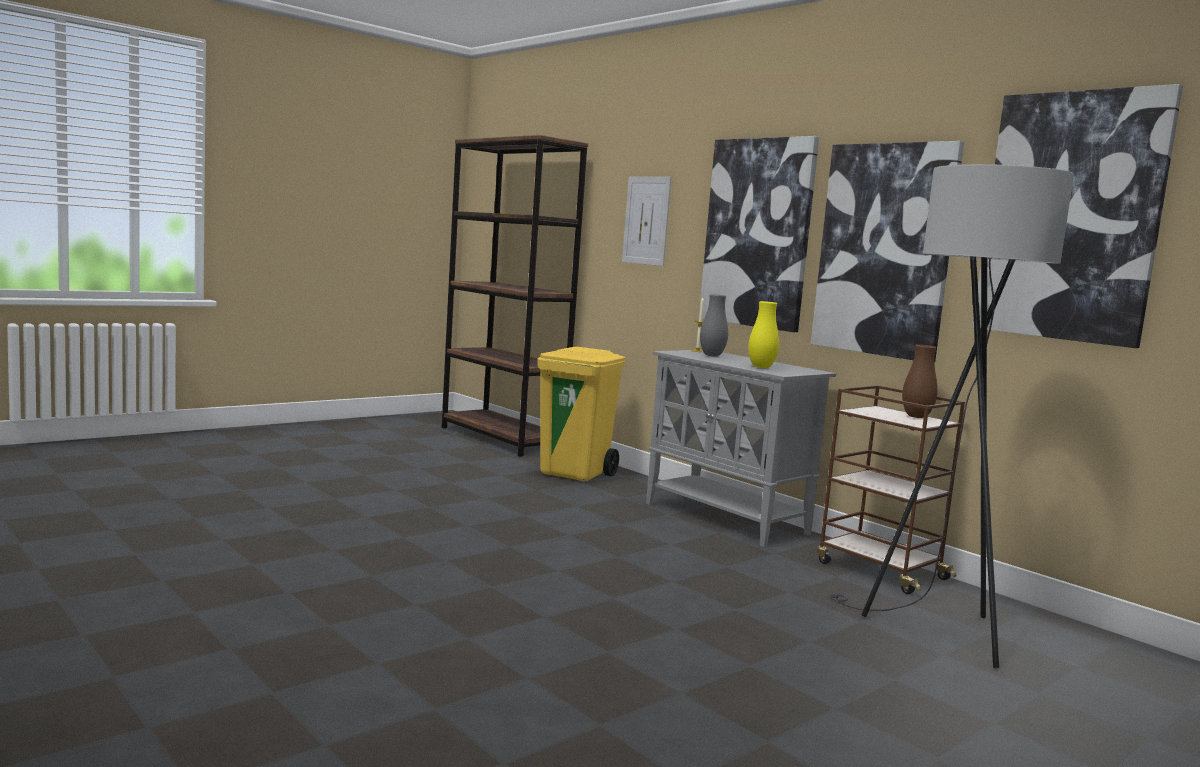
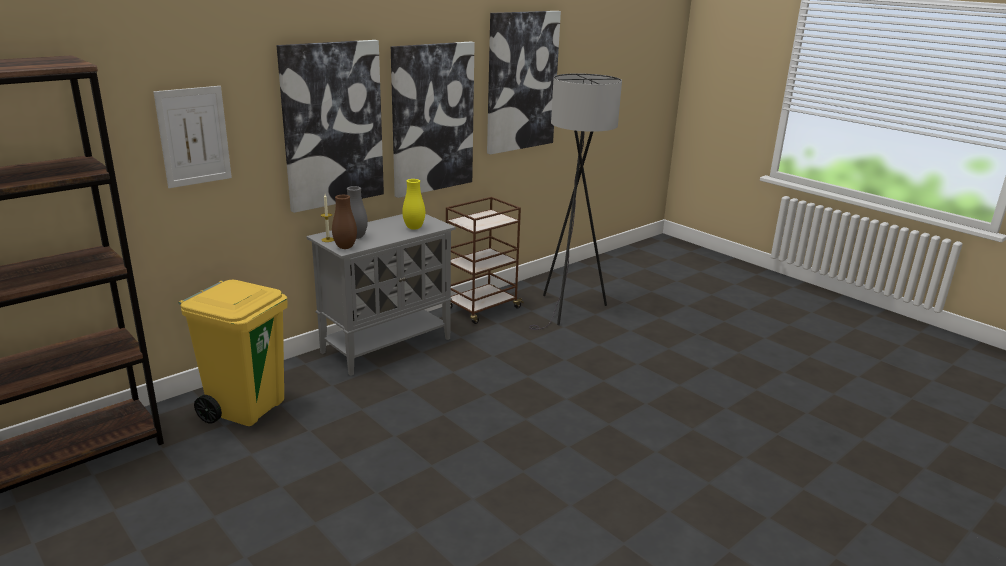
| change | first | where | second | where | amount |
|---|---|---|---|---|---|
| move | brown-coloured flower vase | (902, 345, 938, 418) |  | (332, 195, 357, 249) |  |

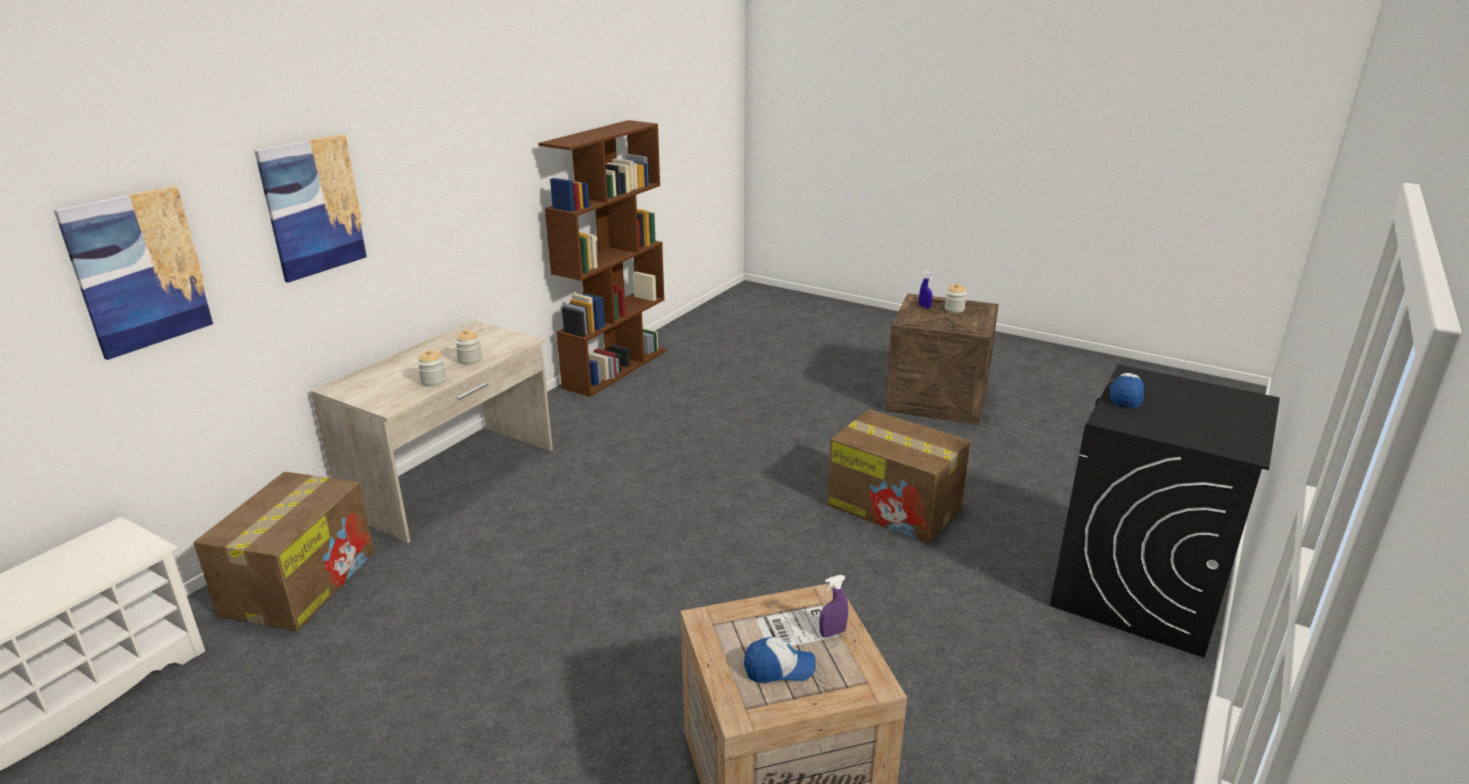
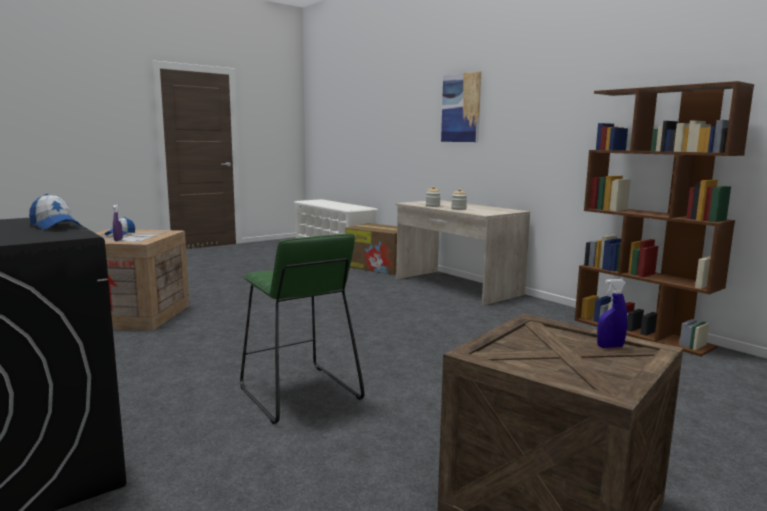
| change | first | where | second | where | amount |
|---|---|---|---|---|---|
| delete | wall art | (54, 185, 215, 360) |  |  |  |
| delete | preserve jar | (945, 283, 967, 313) |  |  |  |
| replace | cardboard box | (827, 409, 970, 544) | greenish sitting stool | (240, 234, 365, 424) |  |

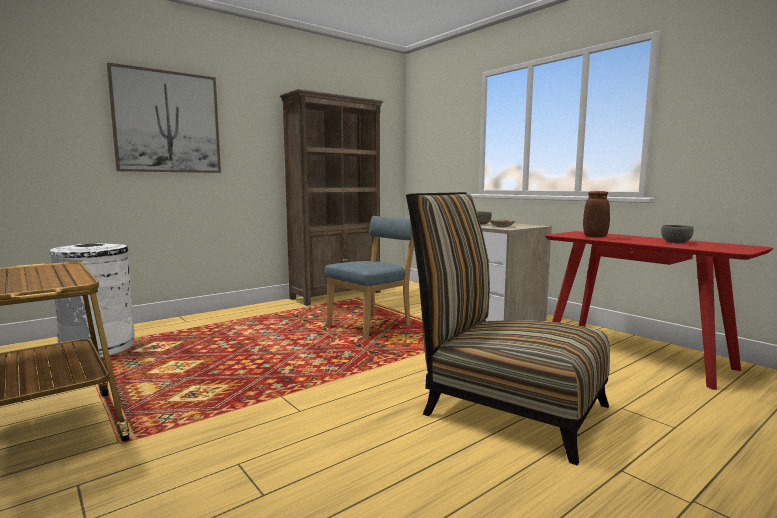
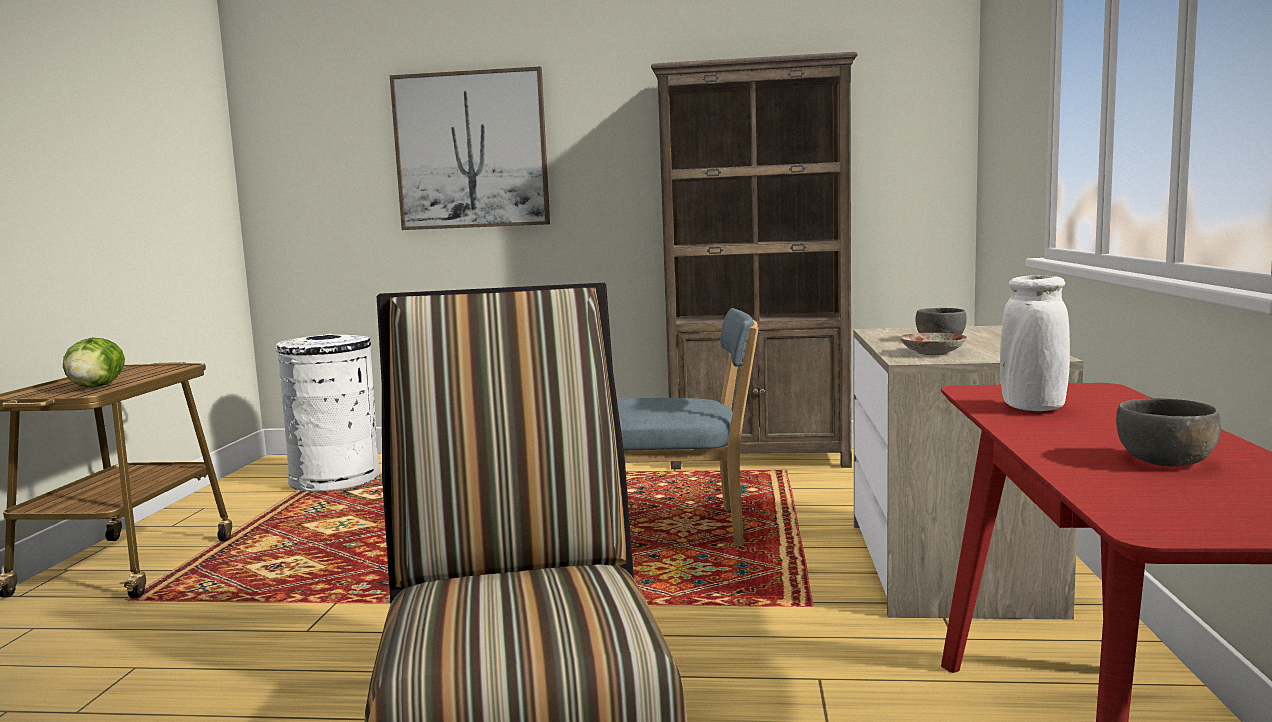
| change | first | where | second | where | amount |
|---|---|---|---|---|---|
| insert |  |  | lettuce | (63, 337, 125, 387) |  |
| recolor | brown-coloured flower vase | (583, 191, 610, 237) | whitish flower vase | (1000, 275, 1070, 411) |  |

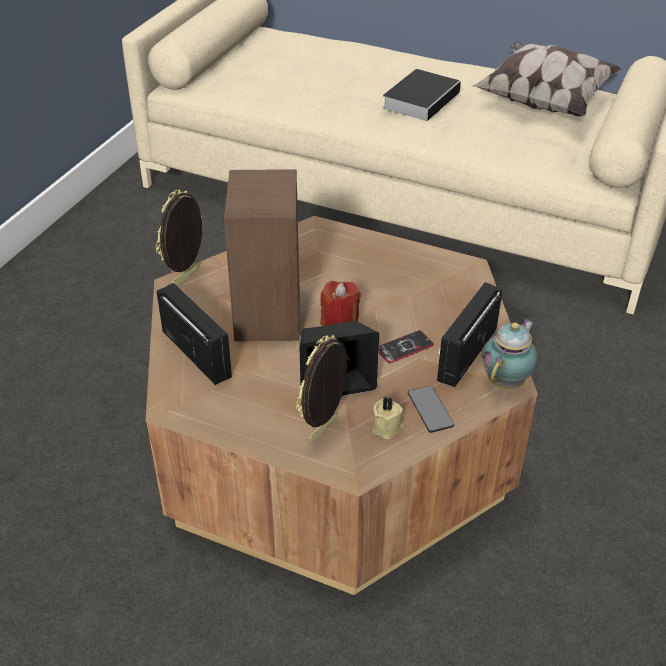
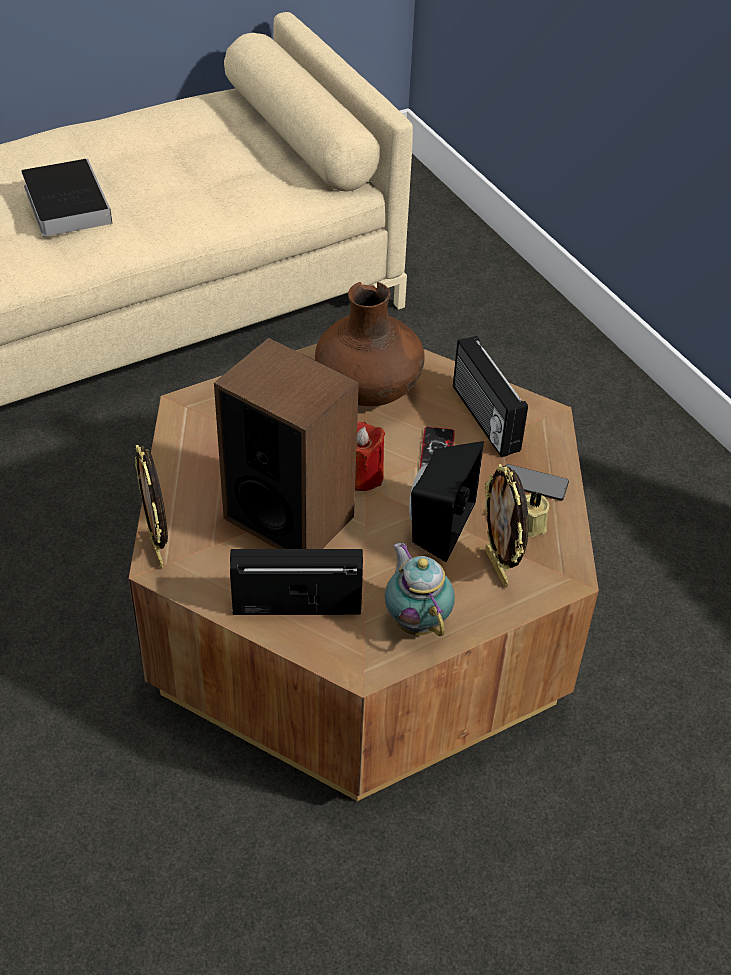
| change | first | where | second | where | amount |
|---|---|---|---|---|---|
| delete | pillow | (473, 42, 622, 116) |  |  |  |
| insert |  |  | brown-coloured flower vase | (315, 282, 425, 406) |  |
| move | tea pot | (481, 318, 538, 389) |  | (385, 543, 455, 636) |  |

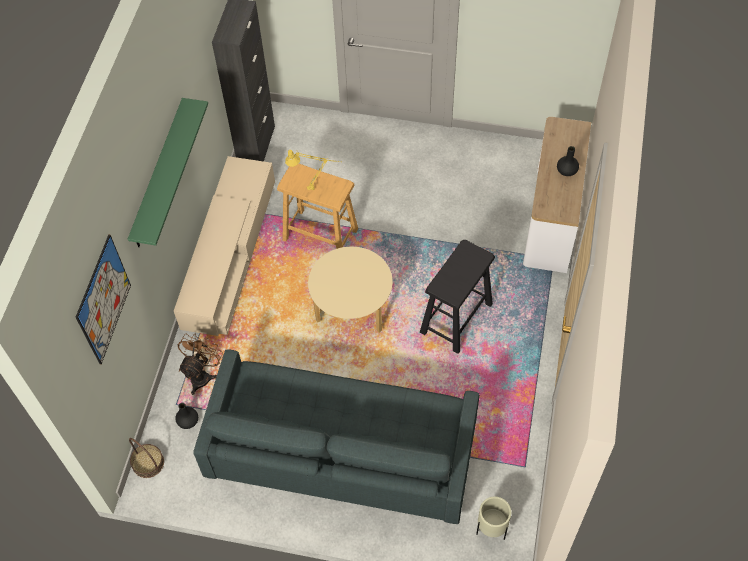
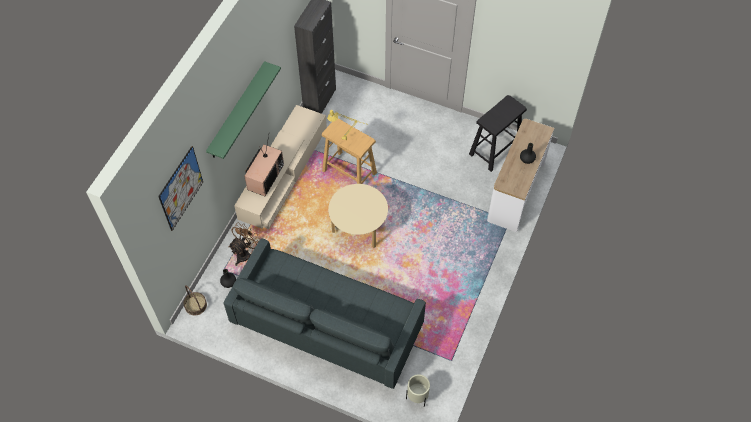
| change | first | where | second | where | amount |
|---|---|---|---|---|---|
| insert |  |  | TV | (244, 135, 284, 196) |  |
| move | black sitting stool | (420, 240, 495, 354) |  | (469, 95, 527, 172) |  |

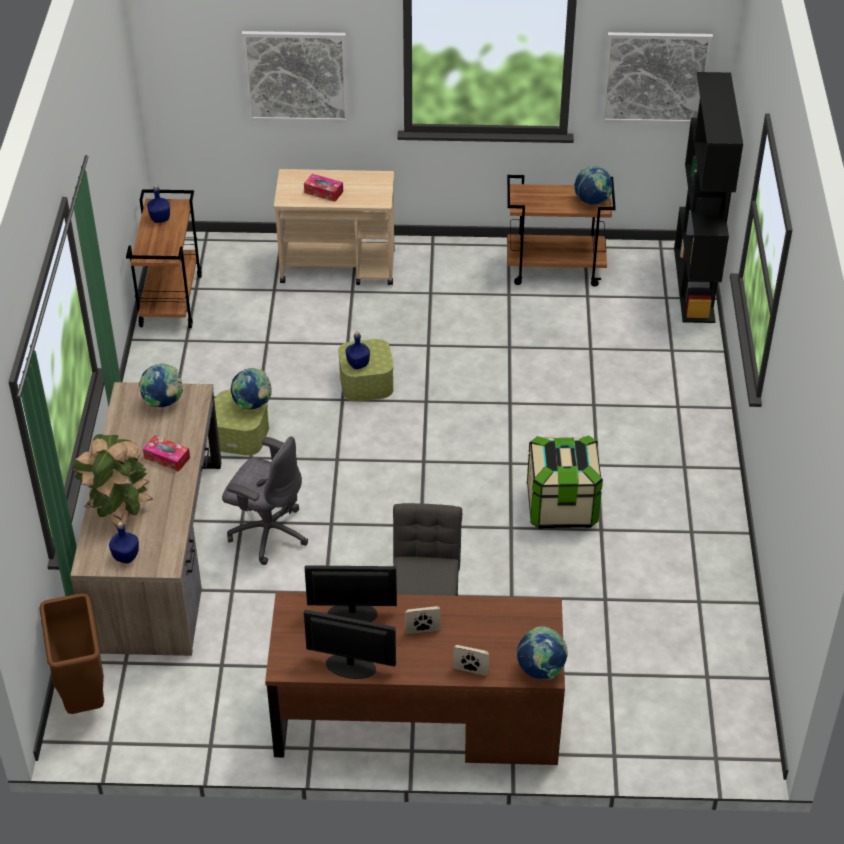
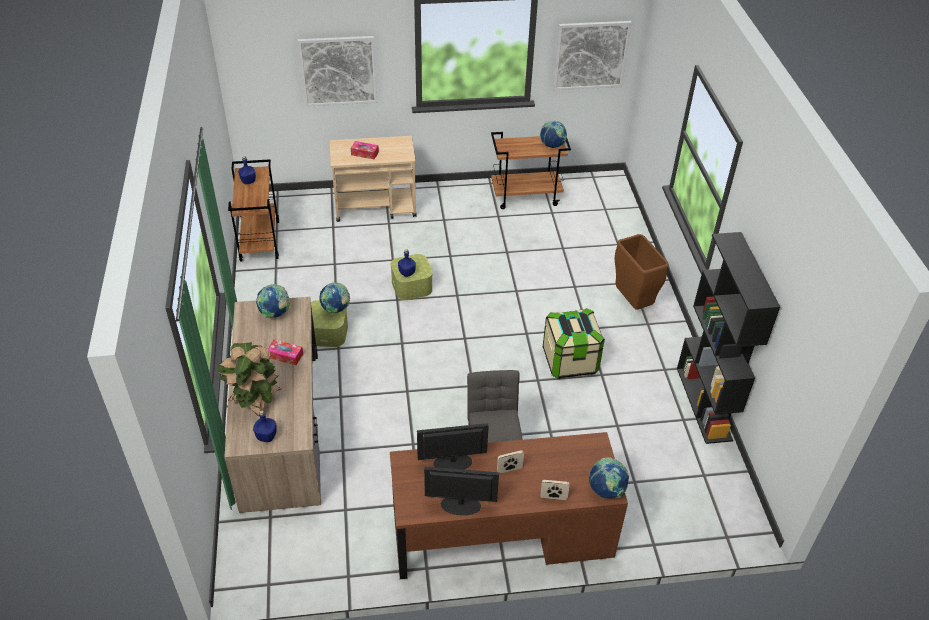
| change | first | where | second | where | amount |
|---|---|---|---|---|---|
| delete | gray computer chair | (222, 436, 308, 565) |  |  |  |
| move | brown-coloured waste bin | (39, 593, 104, 714) |  | (614, 234, 669, 310) |  |
| move | black shelving unit | (674, 72, 743, 323) |  | (677, 232, 780, 444) |  |

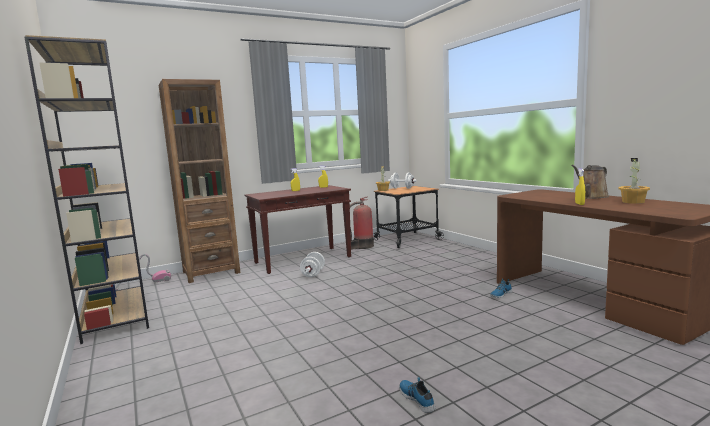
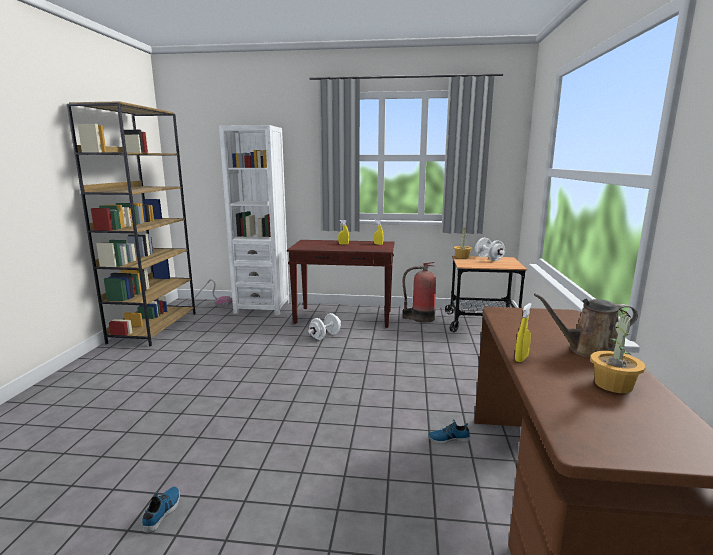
| change | first | where | second | where | amount |
|---|---|---|---|---|---|
| recolor | brown-coloured shelving unit | (159, 79, 240, 283) | whitish shelving unit | (219, 125, 289, 315) |  |

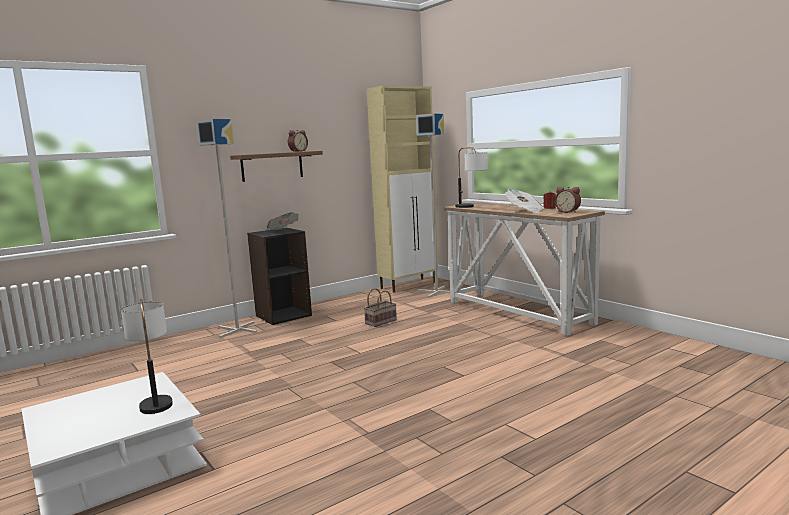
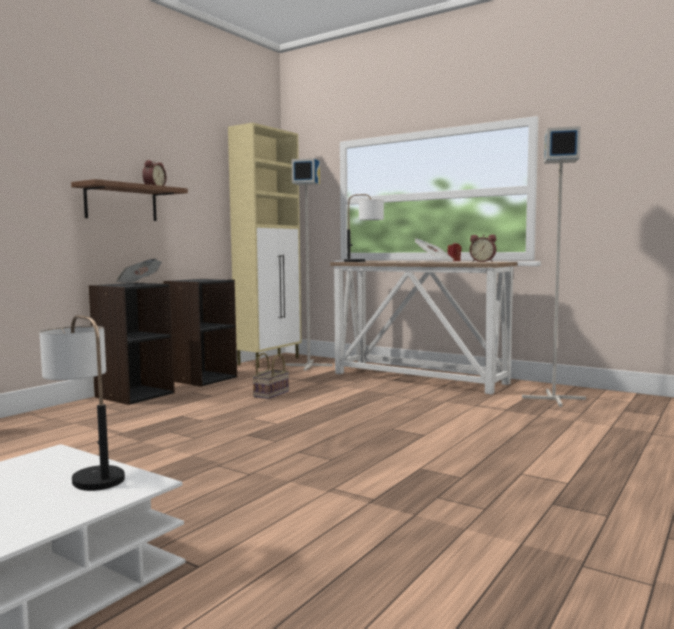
| change | first | where | second | where | amount |
|---|---|---|---|---|---|
| insert |  |  | black shelving unit | (163, 279, 237, 387) |  |
| move | gray standing lamp | (196, 119, 257, 338) |  | (522, 126, 586, 407) |  |

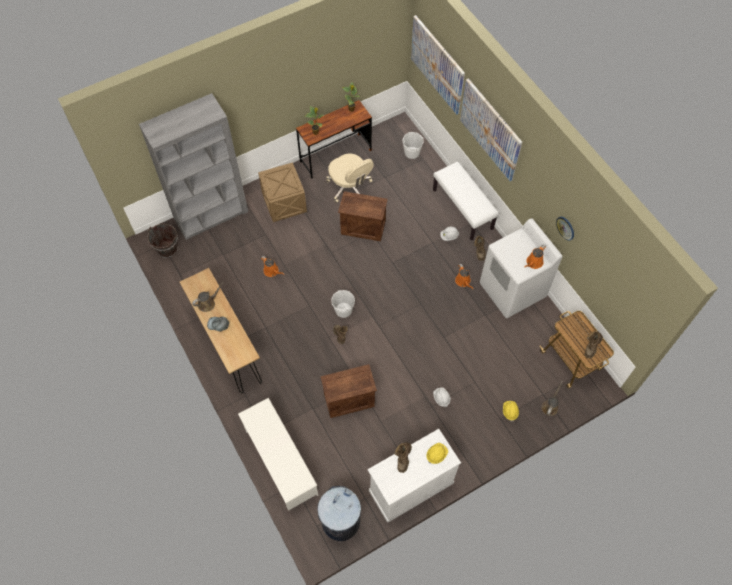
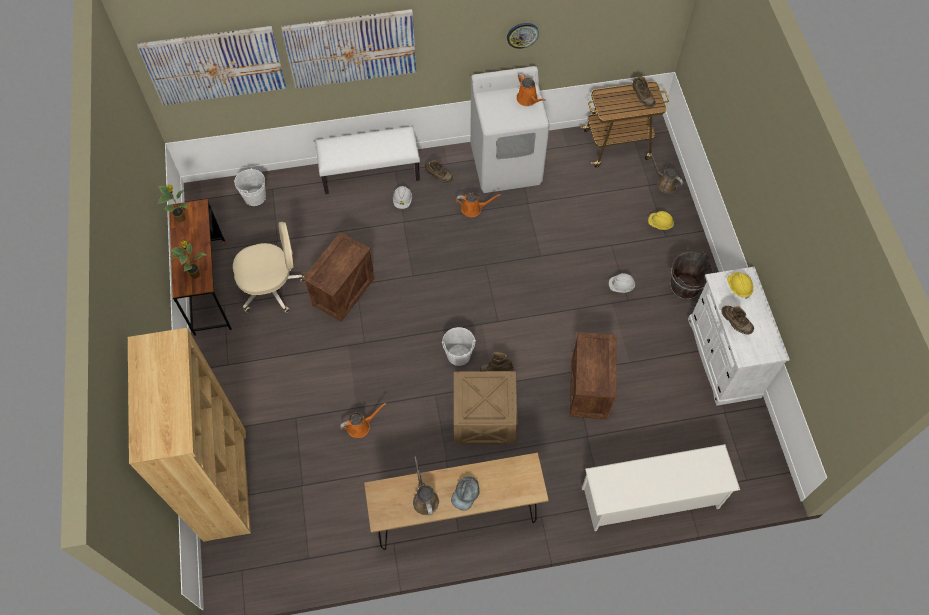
| change | first | where | second | where | amount |
|---|---|---|---|---|---|
| delete | gray waste bin | (318, 486, 361, 541) |  |  |  |
| move | brown-coloured bucket | (147, 224, 178, 258) |  | (671, 252, 714, 300) |  |
| move | shipping crate | (258, 162, 307, 222) |  | (454, 371, 518, 444) |  |
| recolor | gray shelving unit | (139, 93, 248, 240) | brown-coloured shelving unit | (128, 328, 251, 542) |  |

